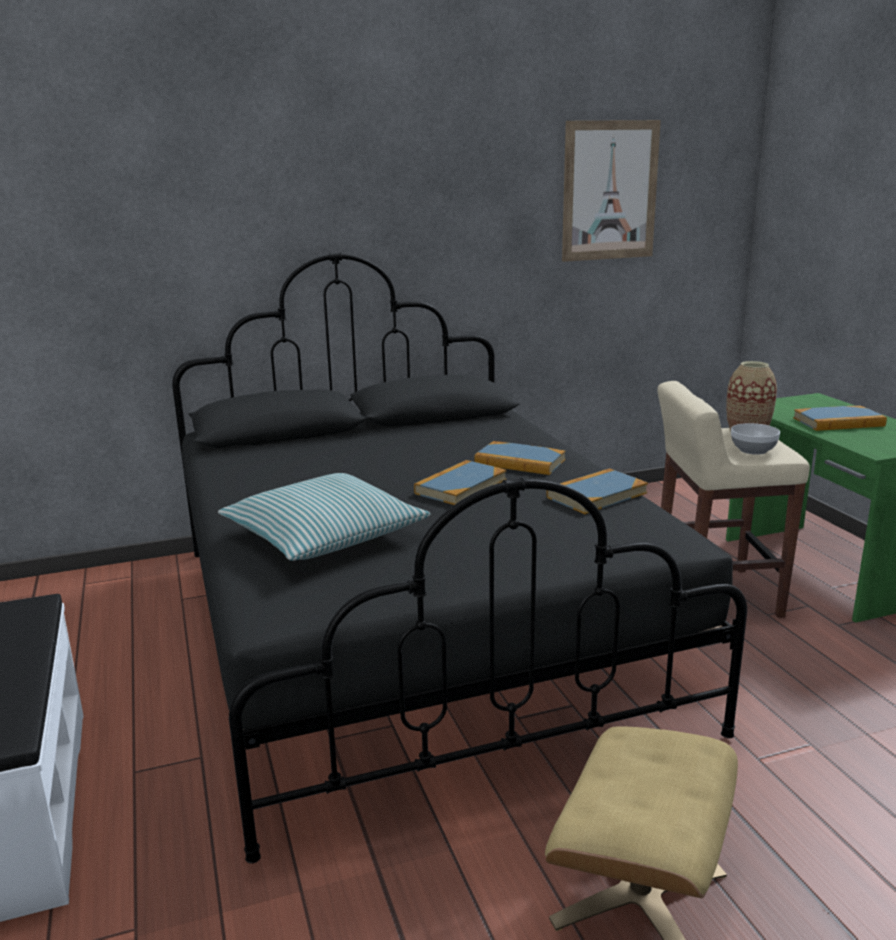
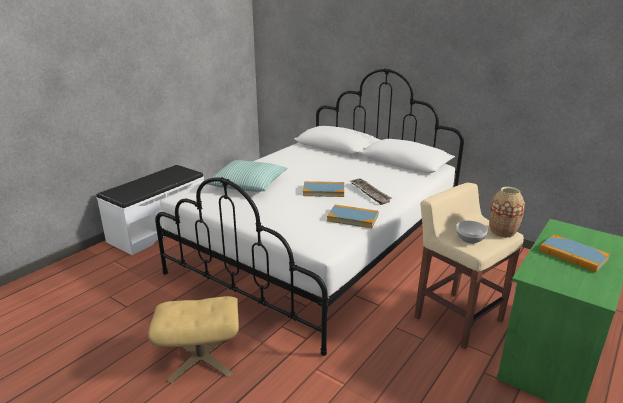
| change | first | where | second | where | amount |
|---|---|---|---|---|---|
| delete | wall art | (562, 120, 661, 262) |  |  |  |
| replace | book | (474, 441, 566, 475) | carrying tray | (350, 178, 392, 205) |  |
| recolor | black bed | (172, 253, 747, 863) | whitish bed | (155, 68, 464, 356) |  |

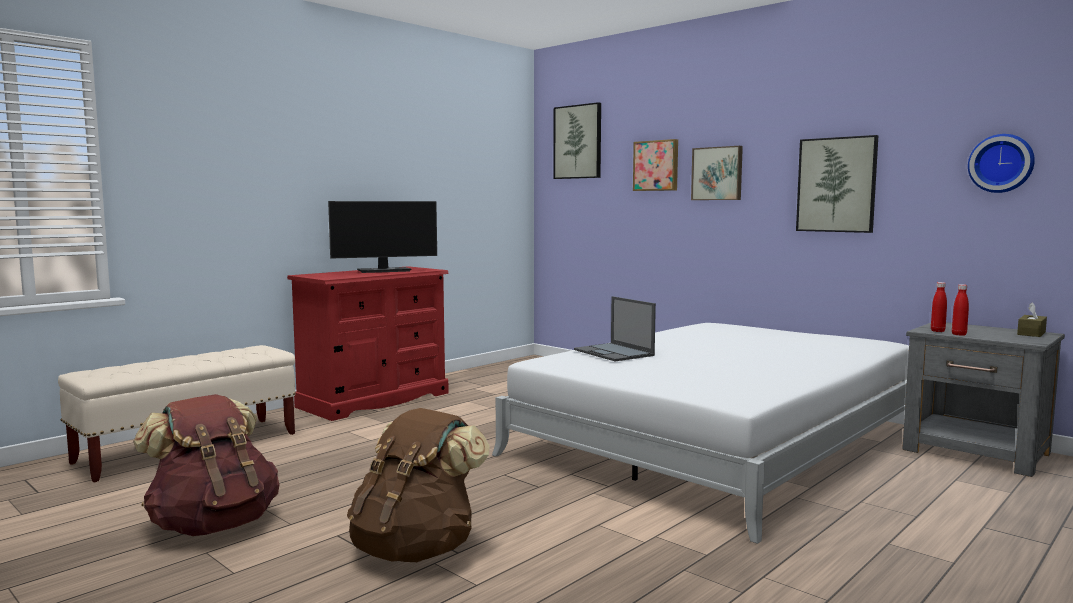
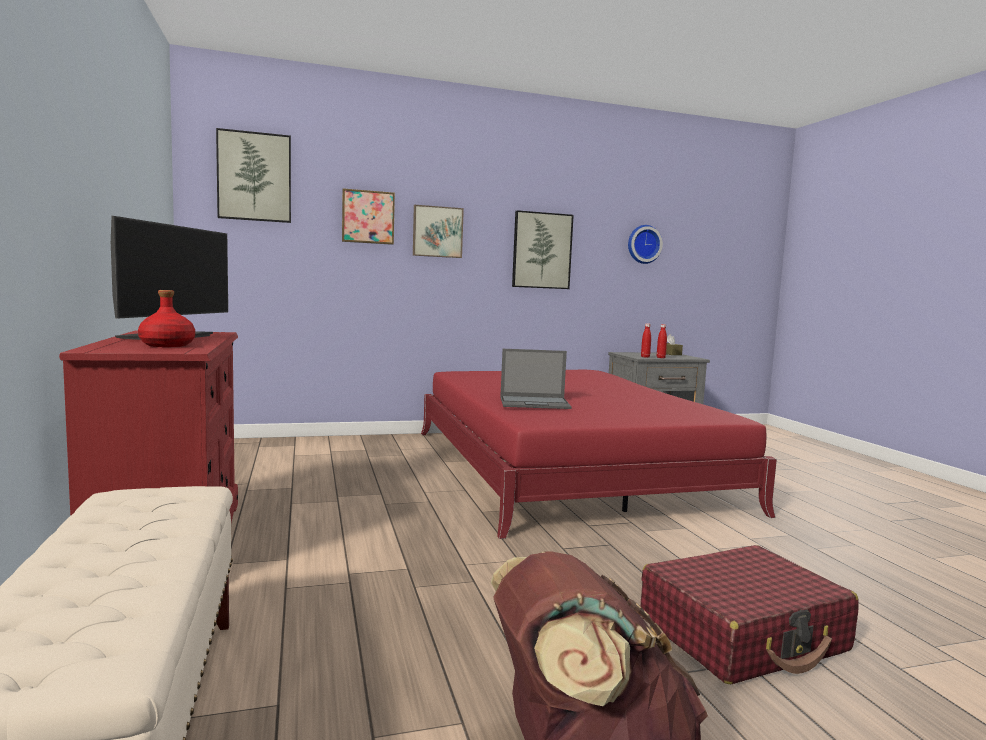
| change | first | where | second | where | amount |
|---|---|---|---|---|---|
| insert |  |  | reddish drink bottle | (138, 290, 195, 347) |  |
| replace | brown-coloured backpack | (347, 408, 490, 562) | reddish travel case | (640, 545, 858, 684) |  |
| recolor | whitish bed | (492, 323, 909, 544) | reddish bed | (421, 370, 777, 539) |  |

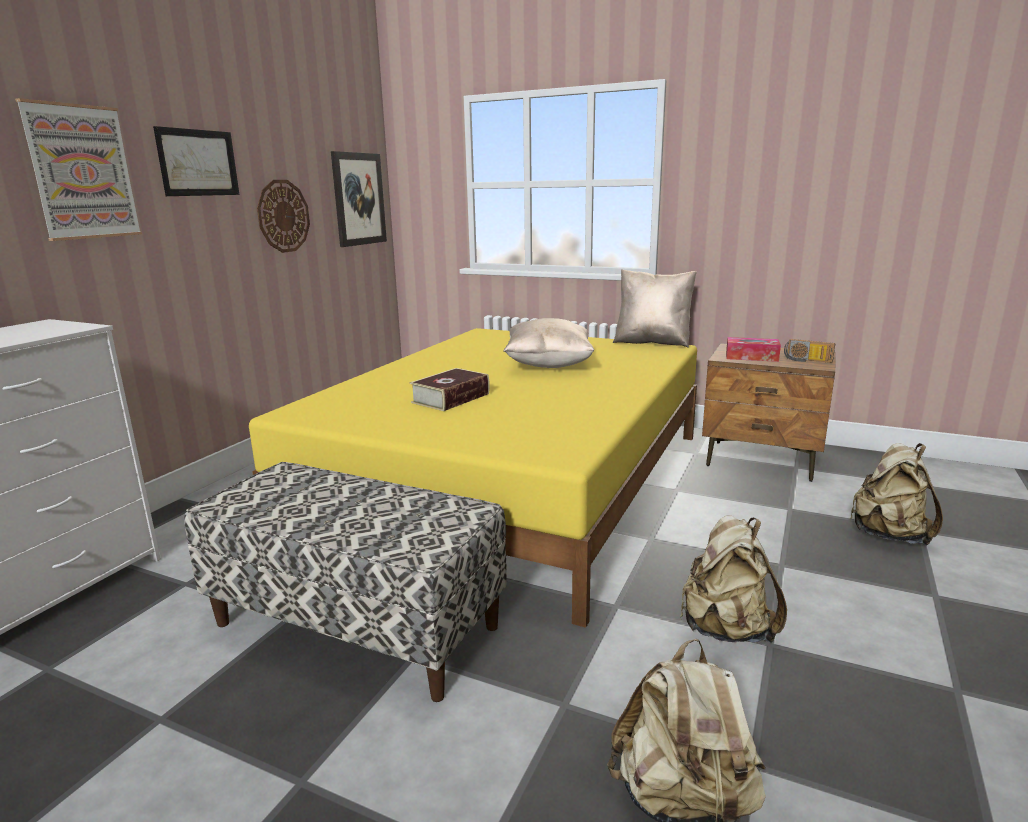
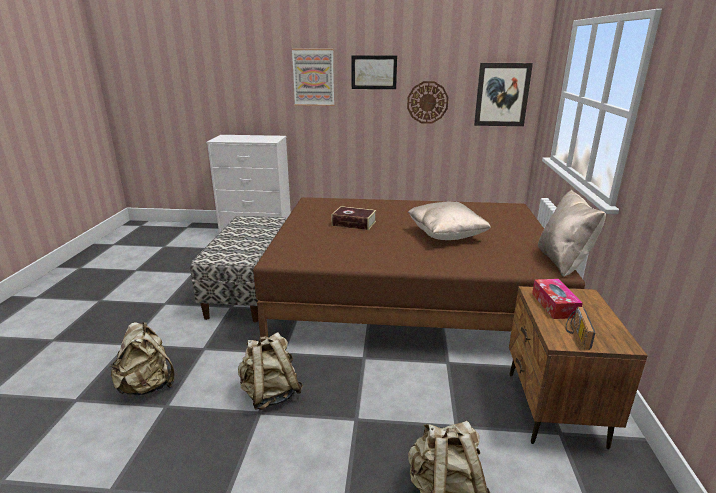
| change | first | where | second | where | amount |
|---|---|---|---|---|---|
| recolor | yellowish bed | (249, 328, 697, 628) | brown-coloured bed | (253, 197, 585, 342) |  |

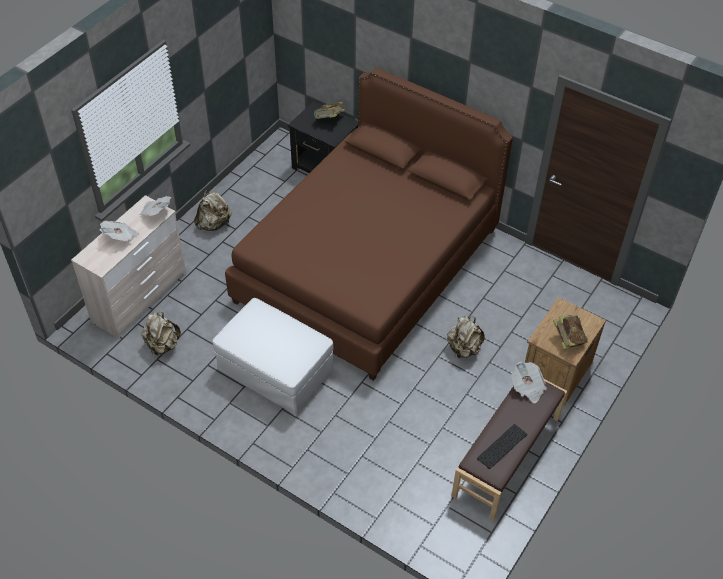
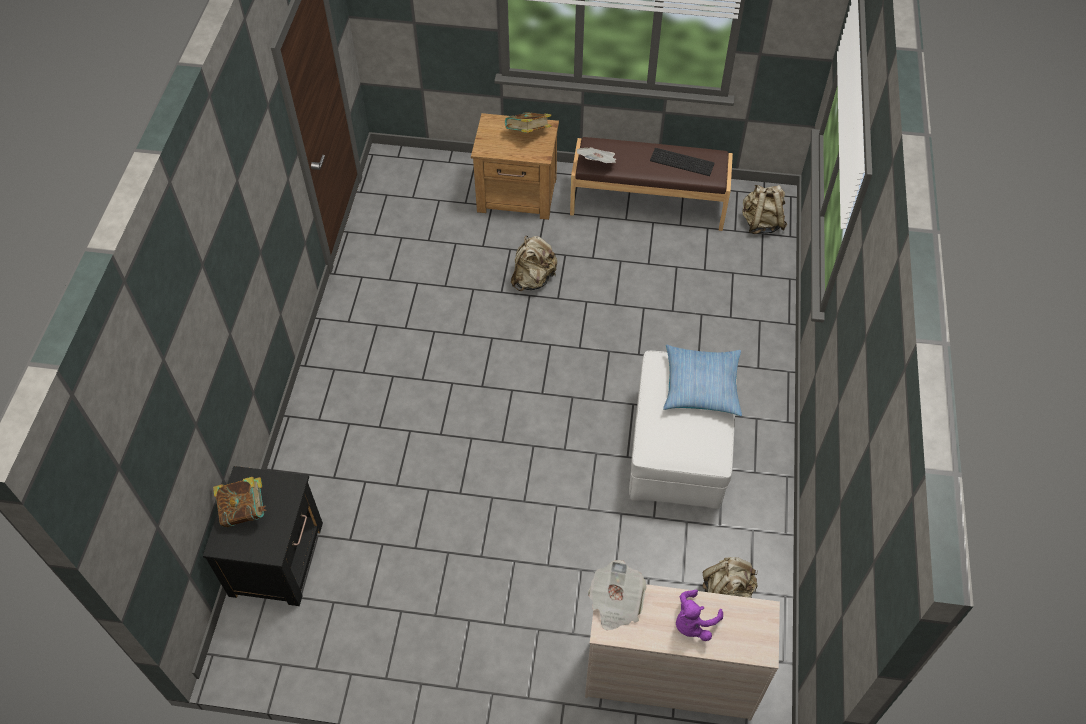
| change | first | where | second | where | amount |
|---|---|---|---|---|---|
| delete | brown-coloured bed | (225, 68, 513, 381) |  |  |  |
| insert |  |  | pillow | (663, 345, 742, 416) |  |
| move | beige backpack | (194, 190, 232, 231) |  | (743, 185, 787, 234) |  |
| replace | printed paper | (99, 221, 139, 241) | purple-coloured soft toy | (676, 590, 723, 641) |  |

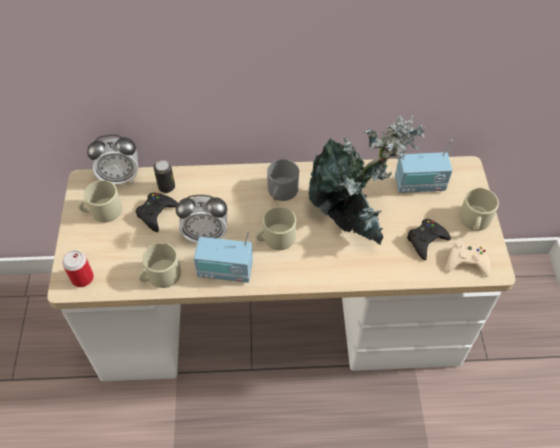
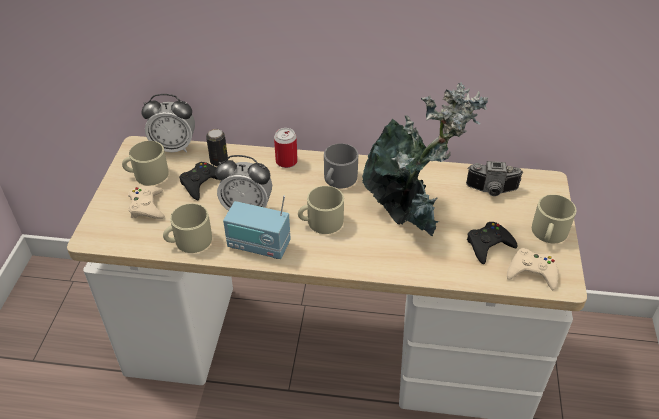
| change | first | where | second | where | amount |
|---|---|---|---|---|---|
| insert |  |  | beige game controller | (128, 186, 165, 219) |  |
| move | can | (62, 250, 94, 287) |  | (274, 128, 298, 168) |  |
| replace | radio | (395, 139, 452, 193) | photo camera | (466, 161, 523, 196) |  |

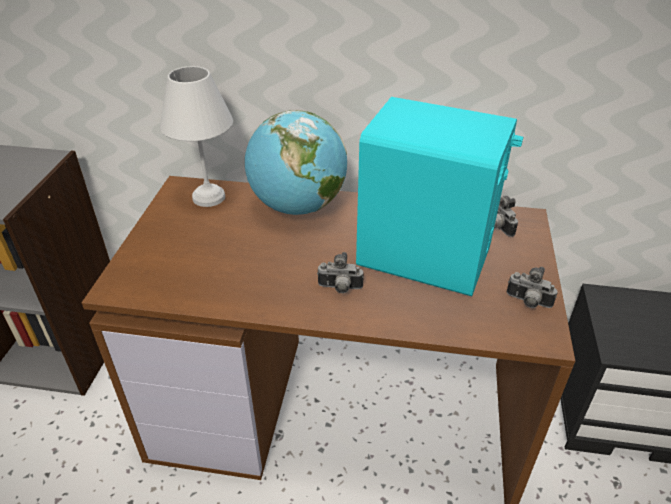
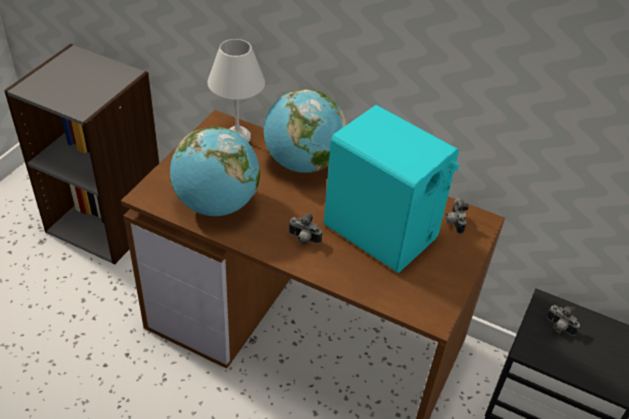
| change | first | where | second | where | amount |
|---|---|---|---|---|---|
| insert |  |  | globe | (170, 127, 260, 216) |  |
| move | photo camera | (507, 267, 558, 308) |  | (547, 305, 580, 336) |  |

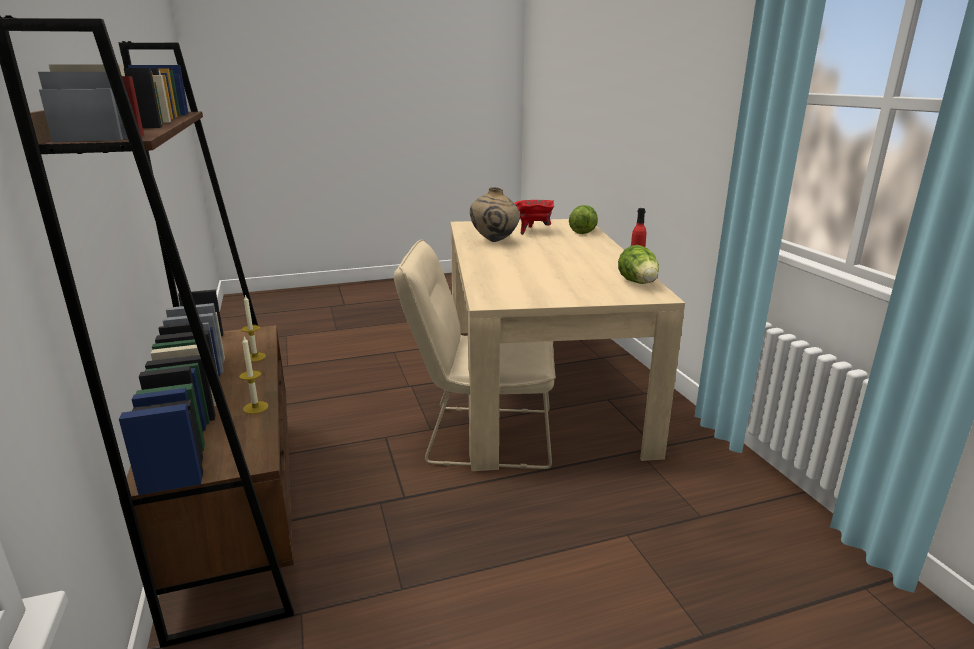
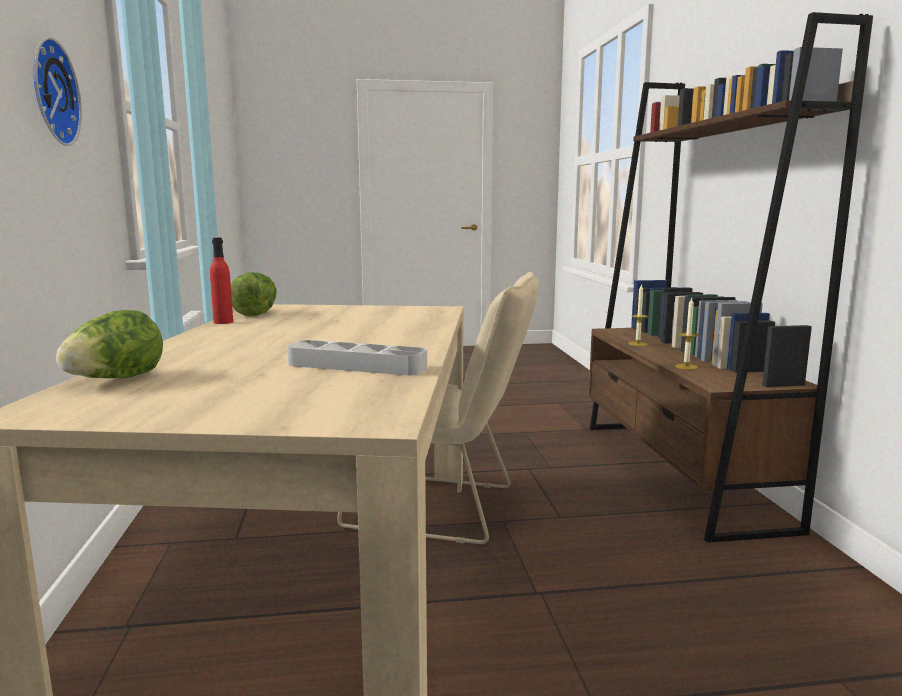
| change | first | where | second | where | amount |
|---|---|---|---|---|---|
| delete | reddish saucepot | (514, 200, 554, 235) |  |  |  |
| insert |  |  | wall clock | (33, 37, 82, 146) |  |
| replace | beige flower vase | (470, 187, 520, 242) | gray carrying tray | (287, 340, 427, 375) |  |

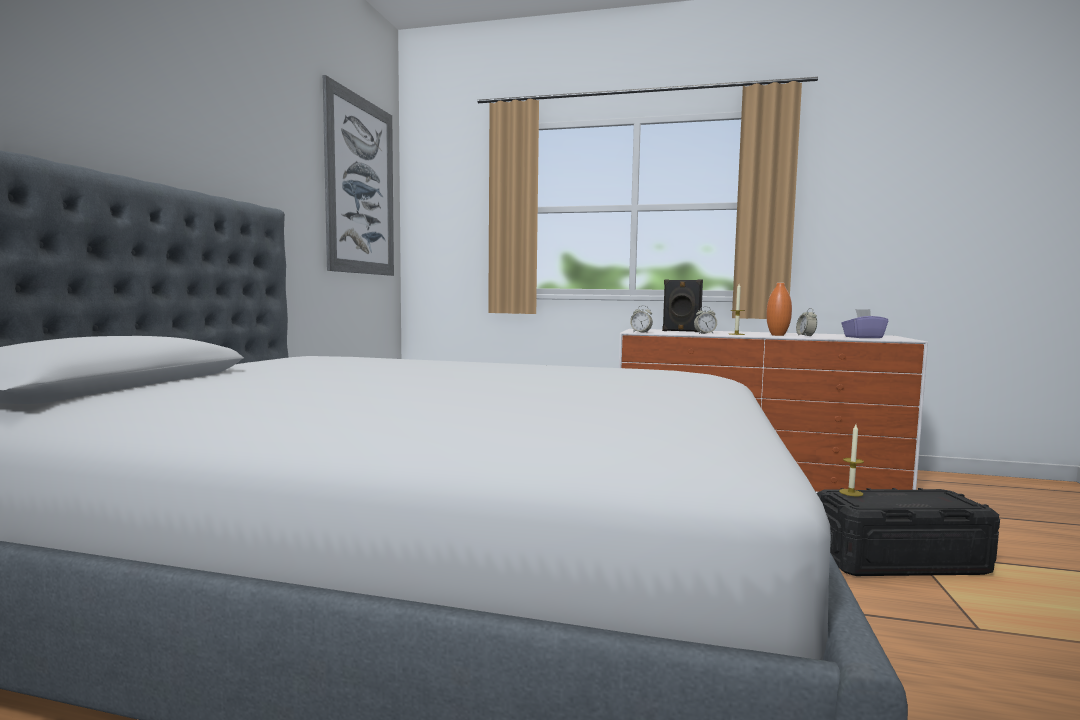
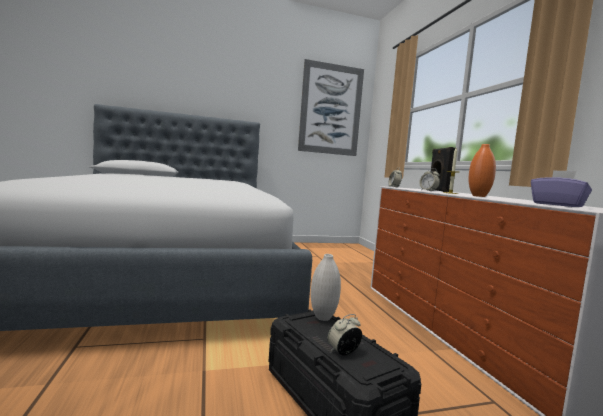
| change | first | where | second | where | amount |
|---|---|---|---|---|---|
| move | bedside clock | (796, 308, 817, 336) |  | (328, 314, 362, 356) |  |
| replace | wax light | (839, 425, 864, 497) | whitish flower vase | (311, 254, 341, 321) |  |

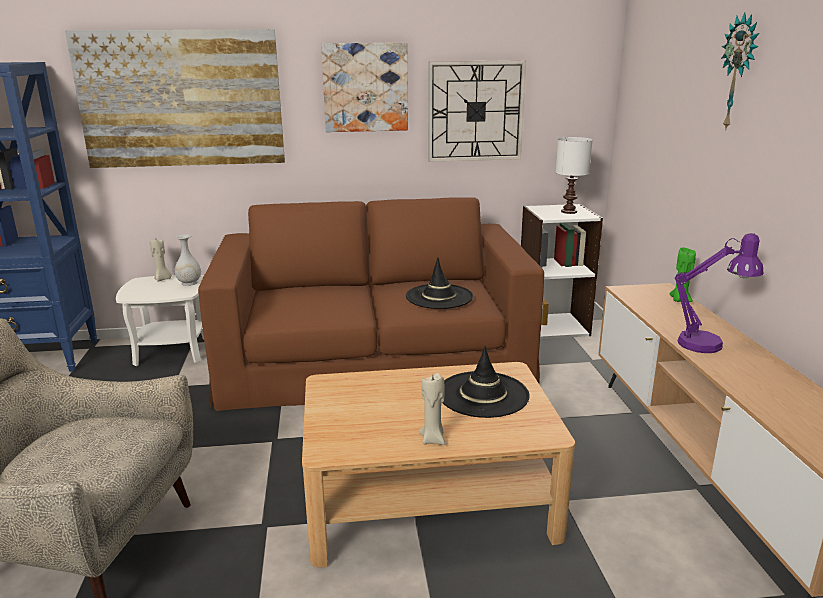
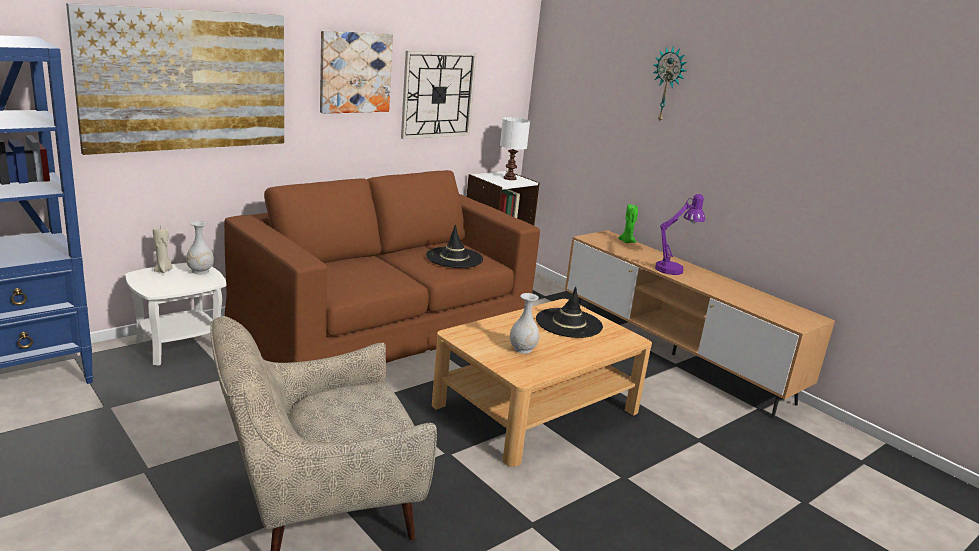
| change | first | where | second | where | amount |
|---|---|---|---|---|---|
| delete | beige wax light | (419, 373, 446, 445) |  |  |  |
| insert |  |  | whitish flower vase | (510, 293, 539, 354) |  |

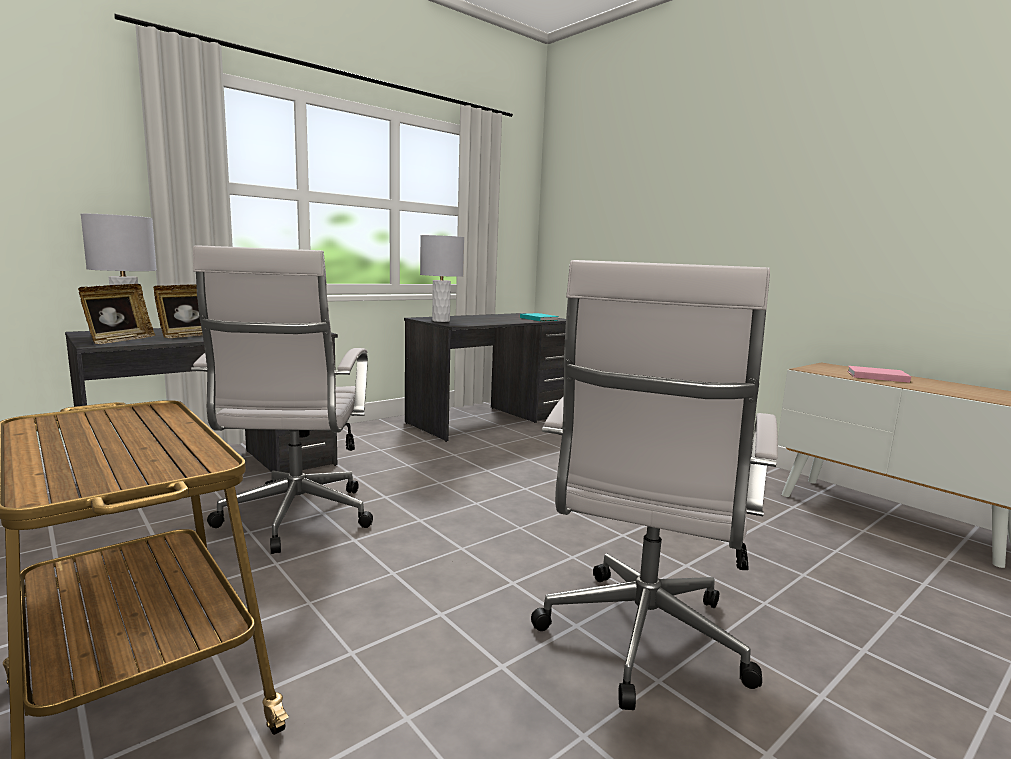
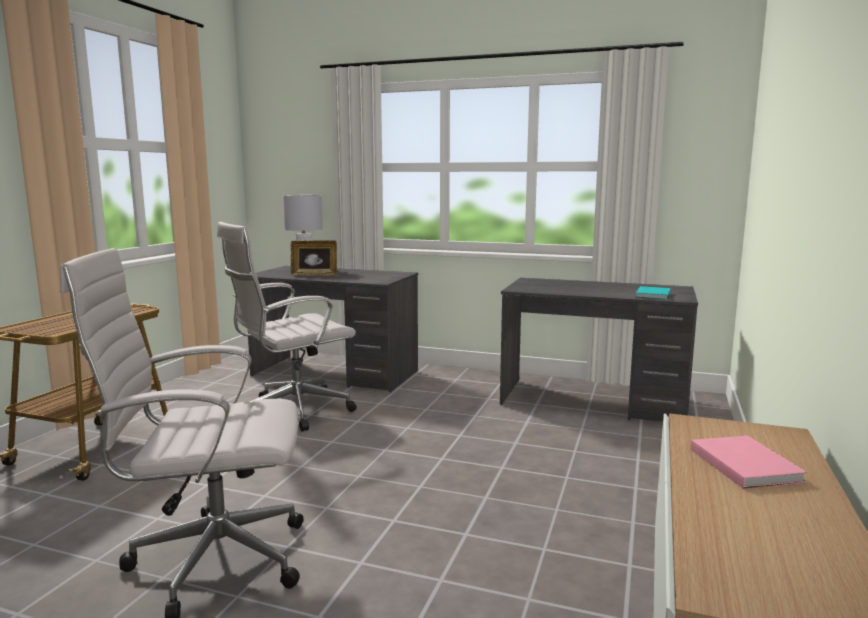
| change | first | where | second | where | amount |
|---|---|---|---|---|---|
| delete | photo frame | (78, 284, 155, 344) |  |  |  |
| delete | gray table lamp | (420, 235, 464, 322) |  |  |  |

